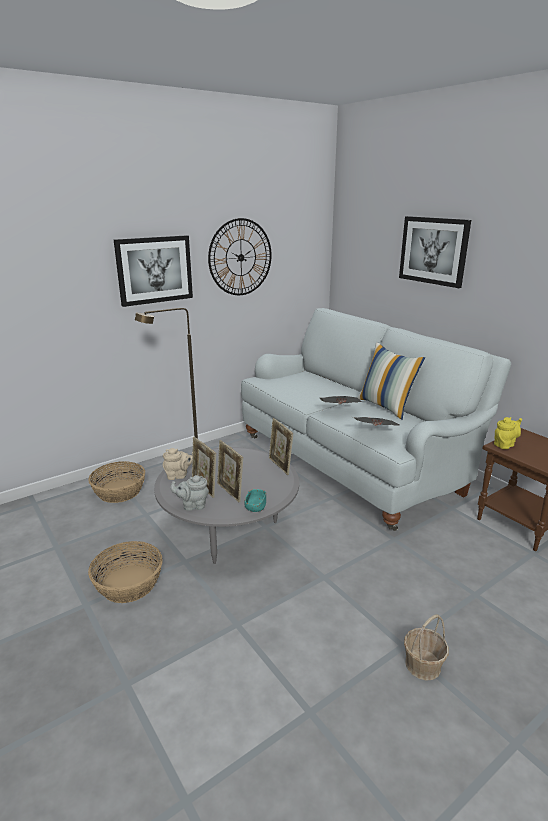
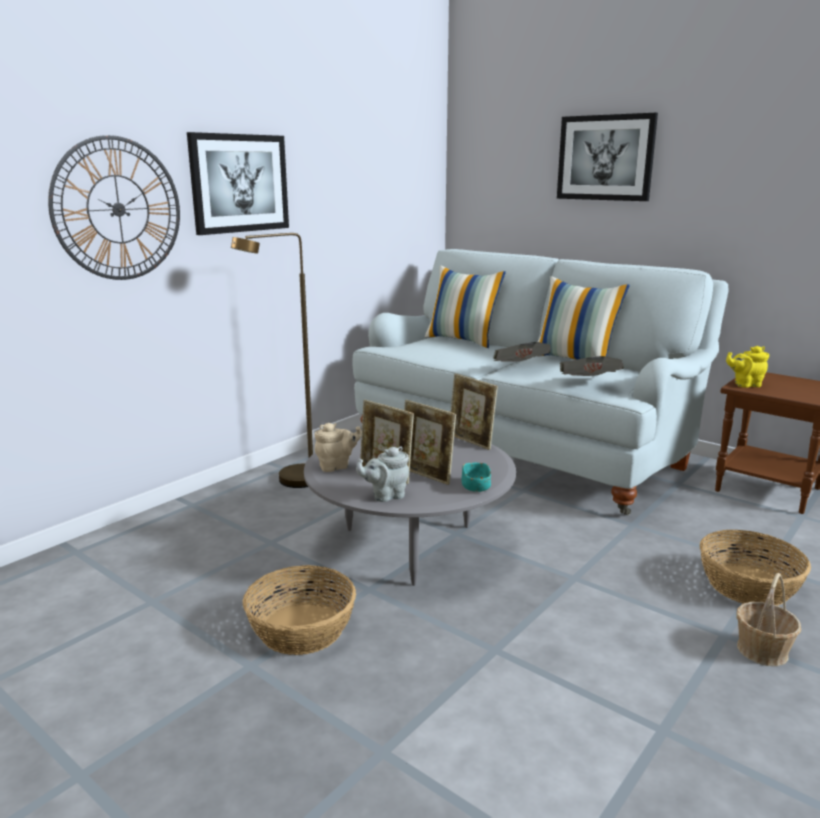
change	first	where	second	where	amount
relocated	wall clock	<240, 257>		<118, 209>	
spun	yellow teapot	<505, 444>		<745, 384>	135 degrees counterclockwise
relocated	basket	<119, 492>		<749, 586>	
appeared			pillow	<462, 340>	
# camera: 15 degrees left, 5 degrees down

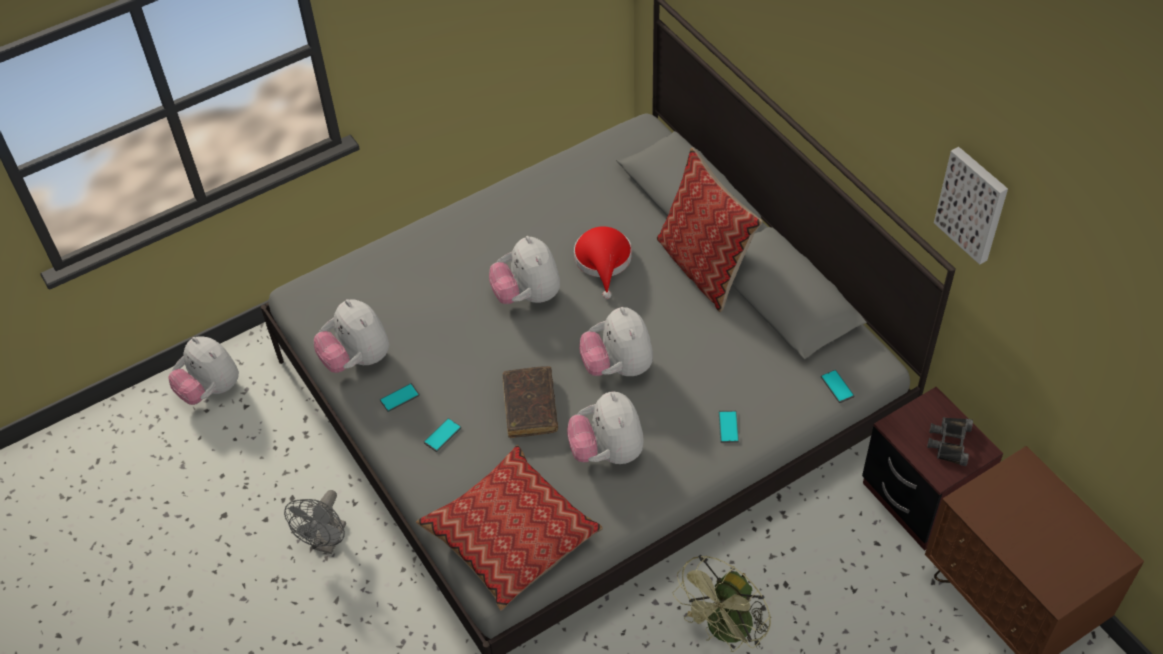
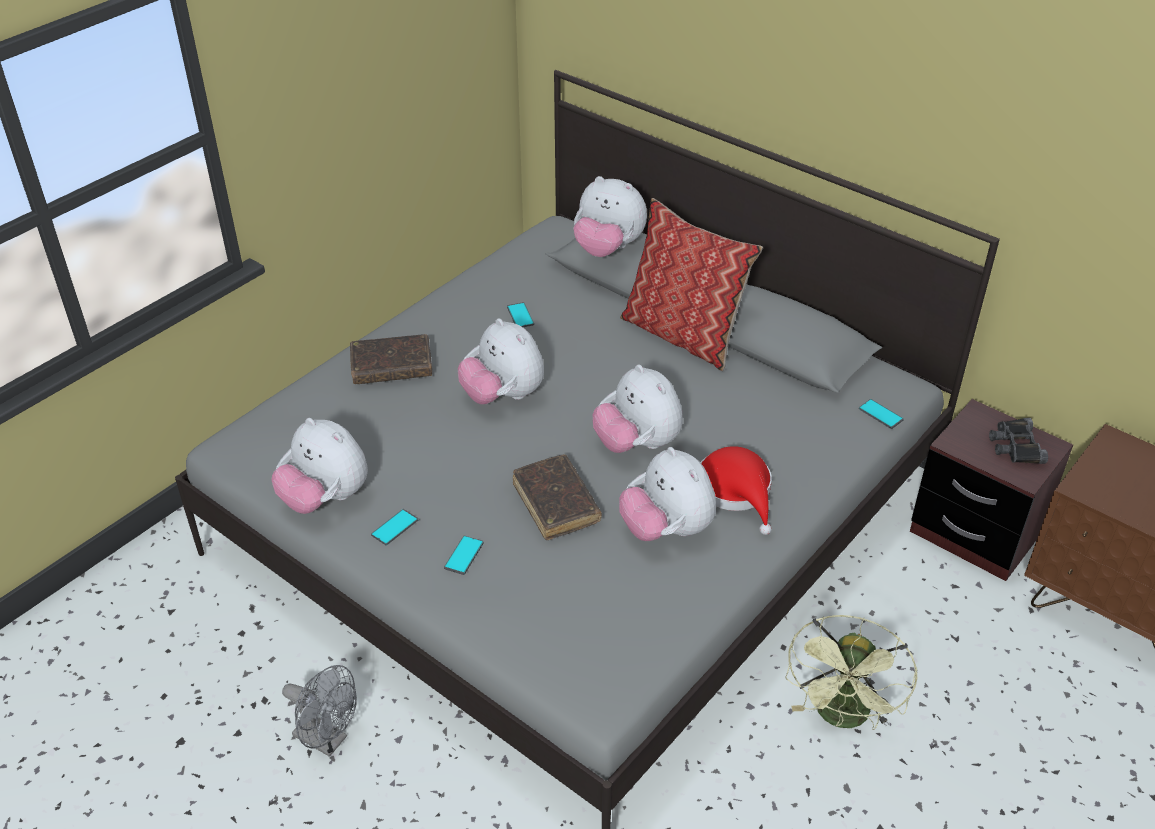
change	first	where	second	where	amount
missing	picture	<973, 204>			
relocated	red hat	<603, 261>		<736, 491>	
relocated	plush toy	<210, 390>		<608, 249>	
relocated	phone	<728, 427>		<520, 316>	
missing	pillow	<510, 535>			
spun	grey fan	<327, 542>		<327, 740>	60 degrees counterclockwise
appeared			brown book	<392, 367>	
# camera: 20 degrees left, 10 degrees down

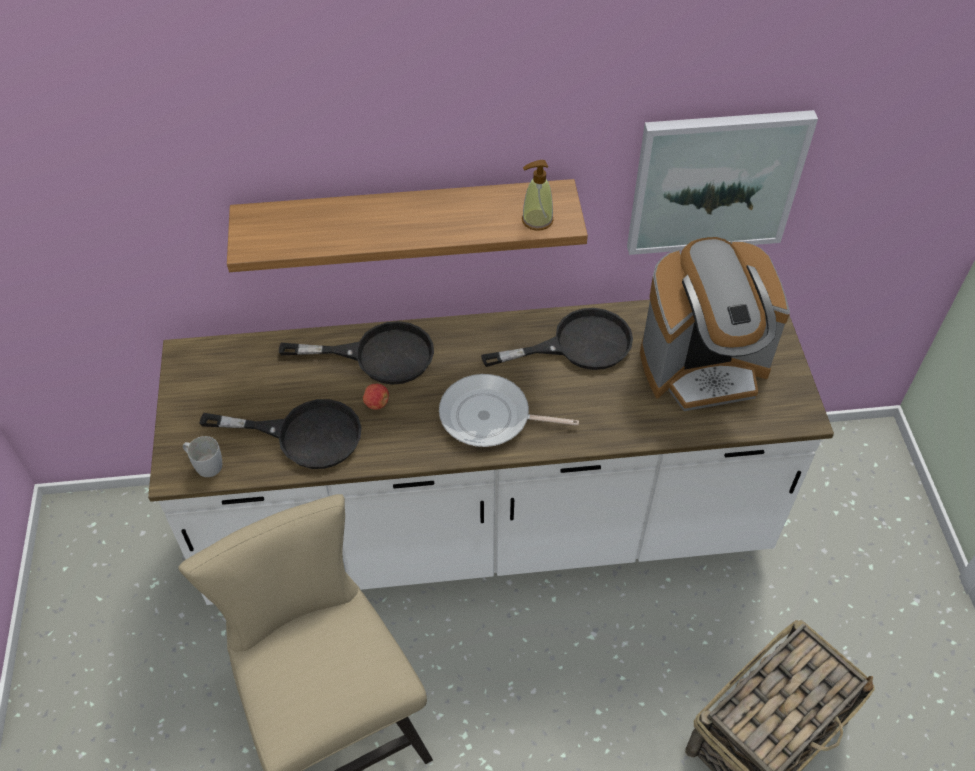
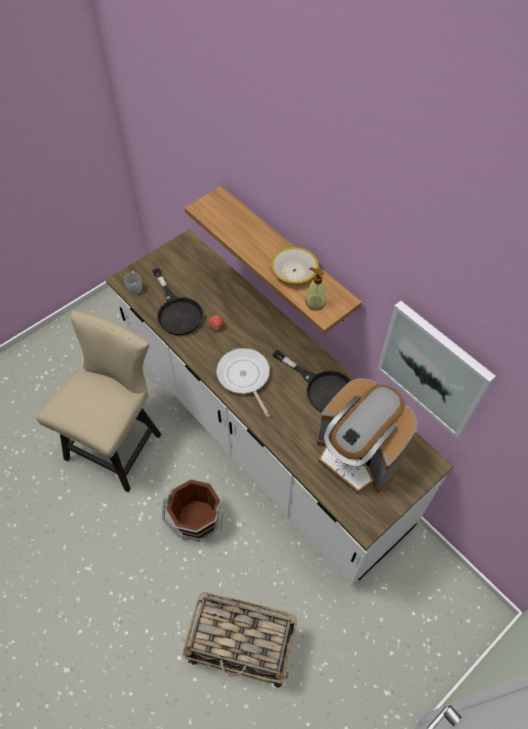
change	first	where	second	where	amount
missing	black frying pan	<379, 355>			
appeared			bowl	<294, 271>	
appeared			brown bucket	<197, 520>	
# camera: 55 degrees right, 5 degrees up

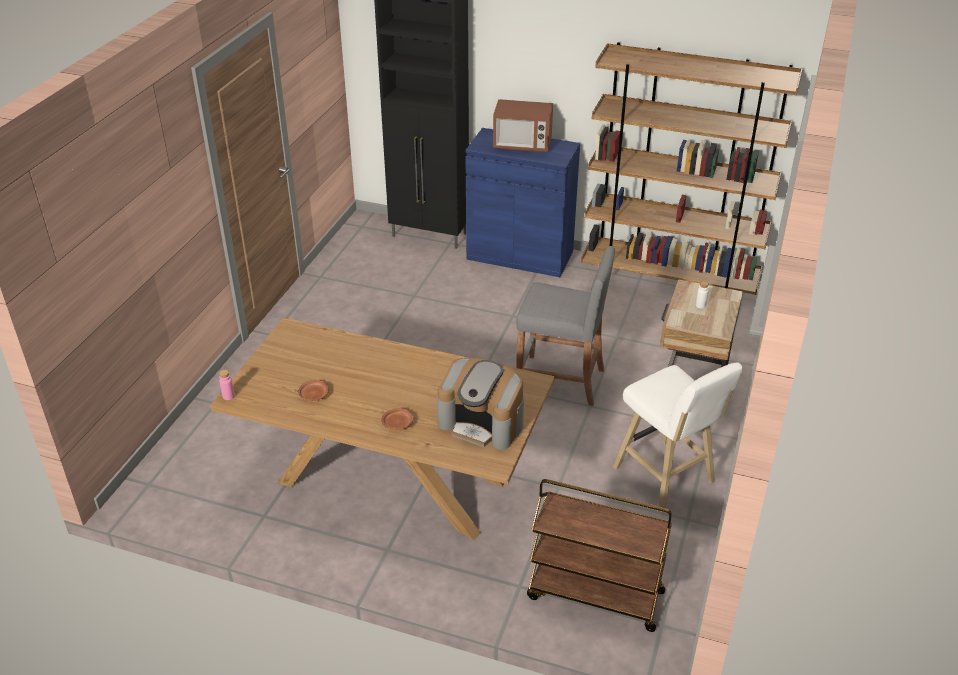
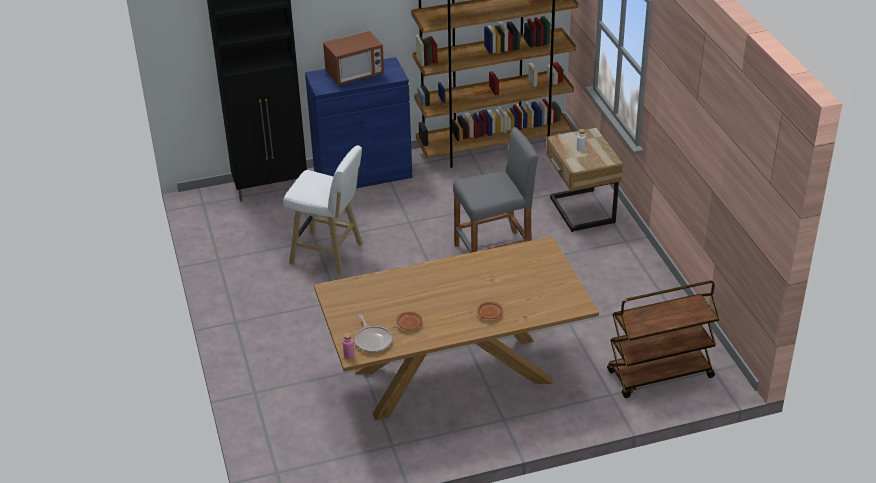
change	first	where	second	where	amount
missing	coffee machine	<482, 423>			
relocated	white stool	<666, 478>		<329, 255>	
appeared			frying pan	<373, 341>	
# camera: 35 degrees left, 0 degrees up

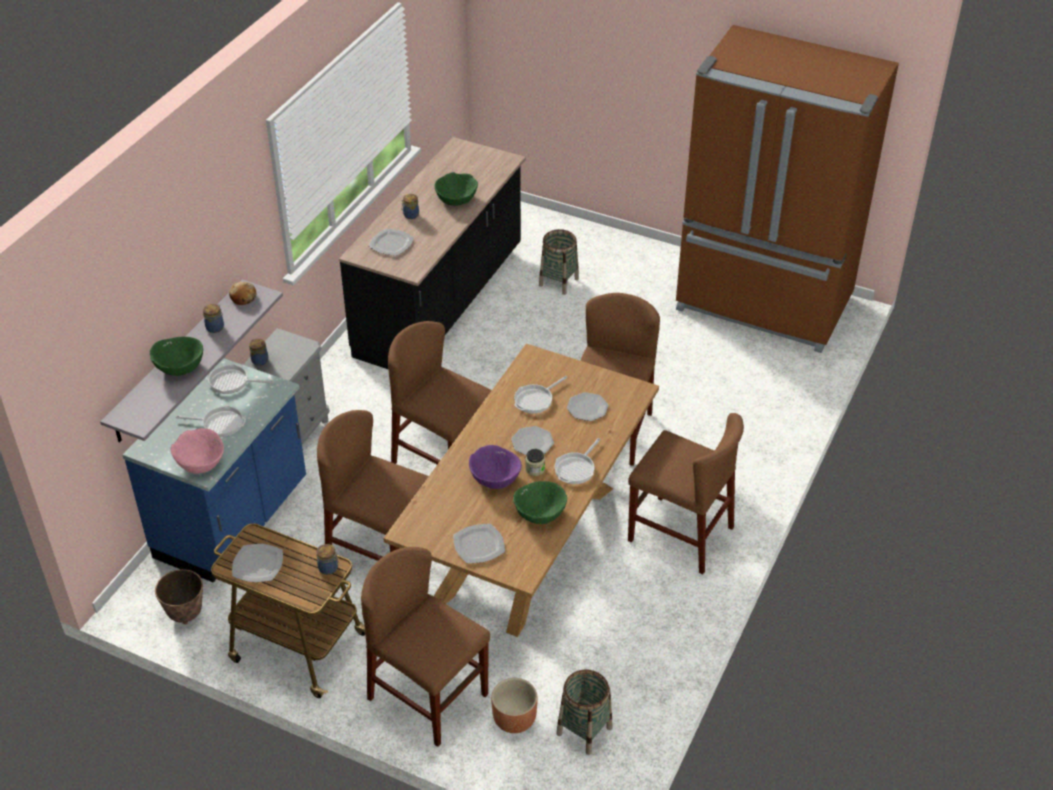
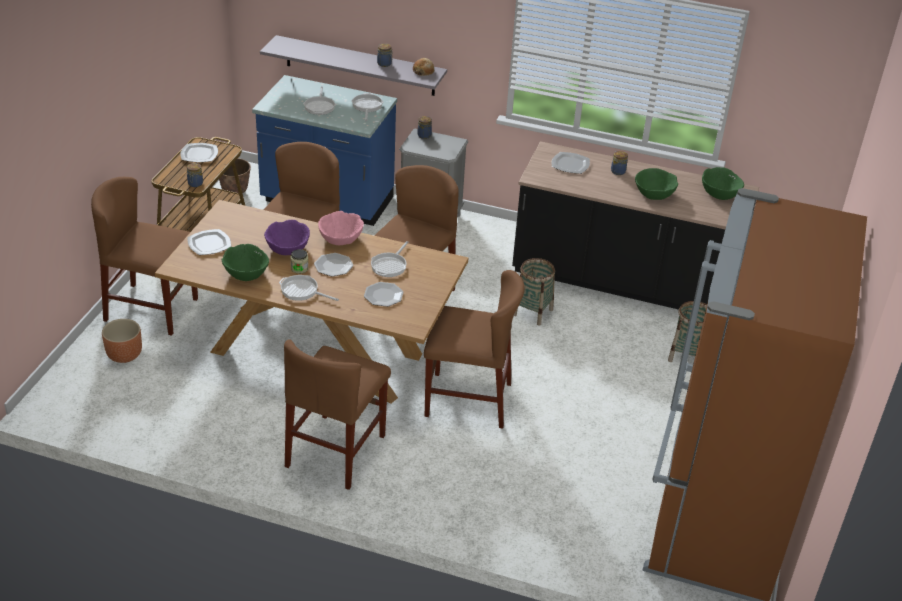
change	first	where	second	where	amount
relocated	green bowl	<179, 366>		<720, 193>	
spun	frying pan	<535, 399>		<390, 265>	105 degrees counterclockwise
relocated	pink bowl	<201, 462>		<341, 239>	
spun	brown chair	<428, 696>		<151, 309>	105 degrees counterclockwise
relocated	basket	<584, 731>		<532, 312>	
# camera: 80 degrees right, 5 degrees down

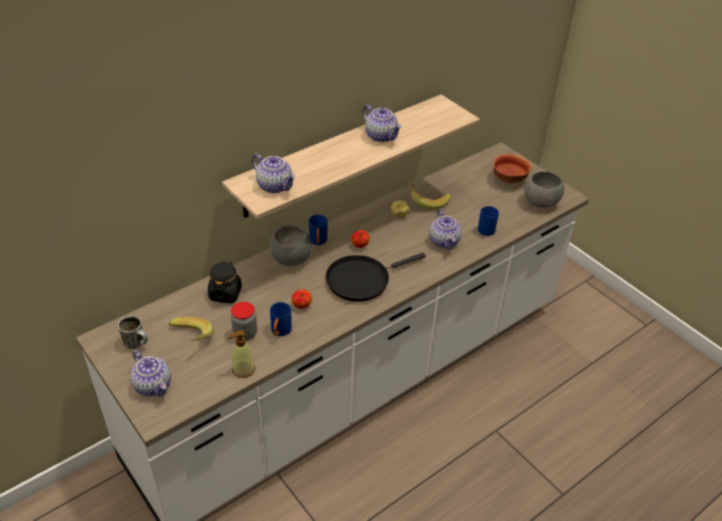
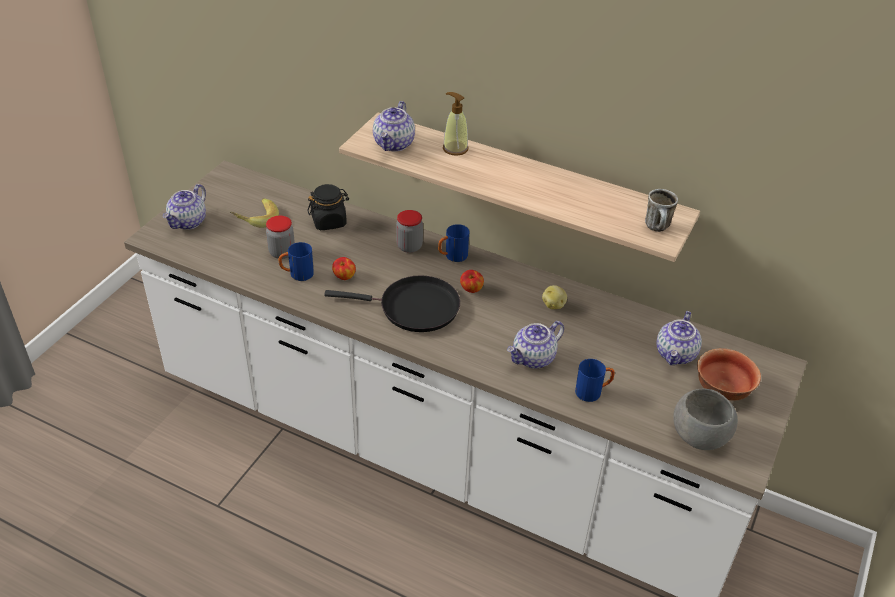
change	first	where	second	where	amount
relocated	teapot	<381, 136>		<676, 354>	
missing	banana	<427, 201>			
exchanged	grey bowl	<290, 259>	jar	<409, 246>	
spun	black frying pan	<361, 280>		<414, 308>	150 degrees clockwise
relocated	mug	<137, 343>		<658, 229>	
relocated	soap dispenser	<243, 369>		<455, 148>	
# camera: 65 degrees right, 0 degrees up

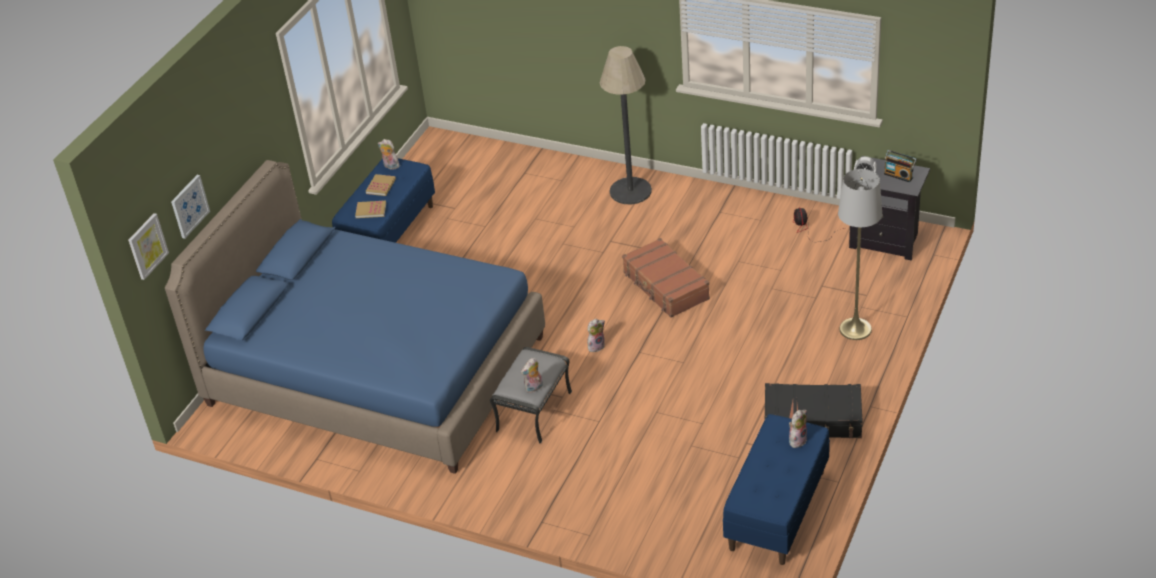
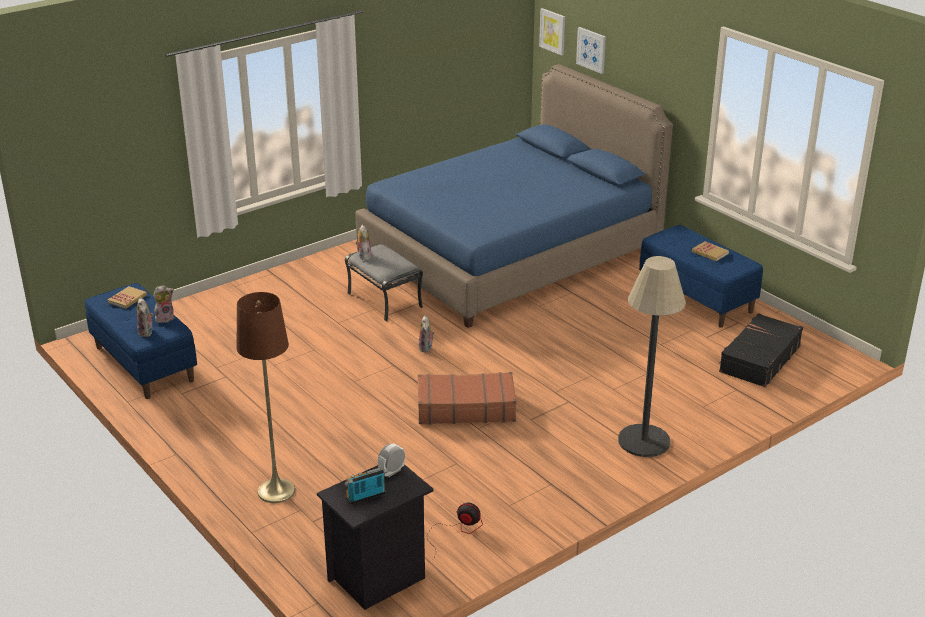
change	first	where	second	where	amount
relocated	plush toy	<390, 166>		<165, 318>	
colour	grey floor lamp	<855, 329>	brown floor lamp	<276, 491>	
relocated	book	<371, 210>		<127, 299>	
relocated	black suitcase	<813, 420>		<759, 359>	
# camera: 115 degrees right, 10 degrees down

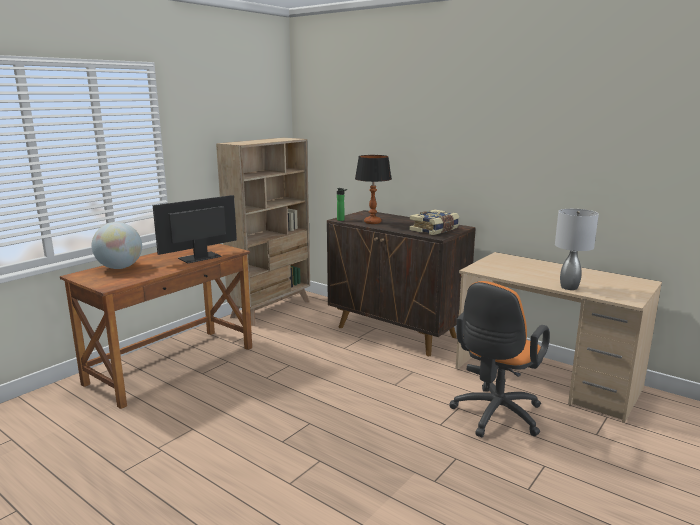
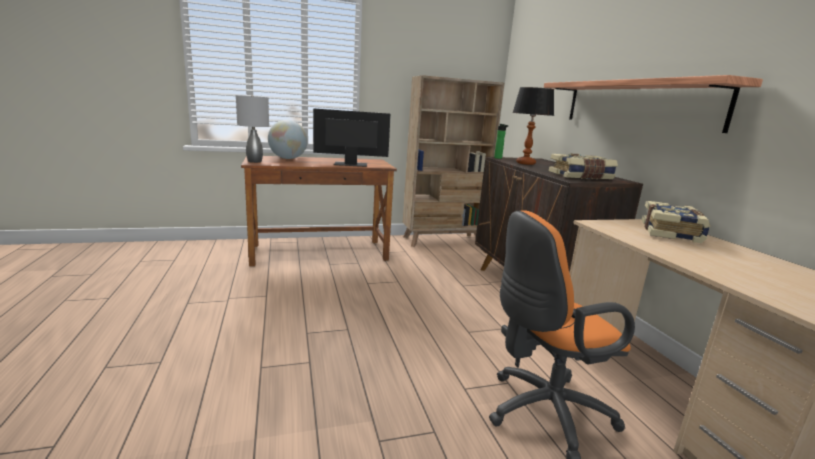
change	first	where	second	where	amount
relocated	grey table lamp	<568, 287>		<255, 161>	
appeared			shelf	<636, 104>	
appeared			book	<671, 233>	
# camera: 35 degrees right, 0 degrees up

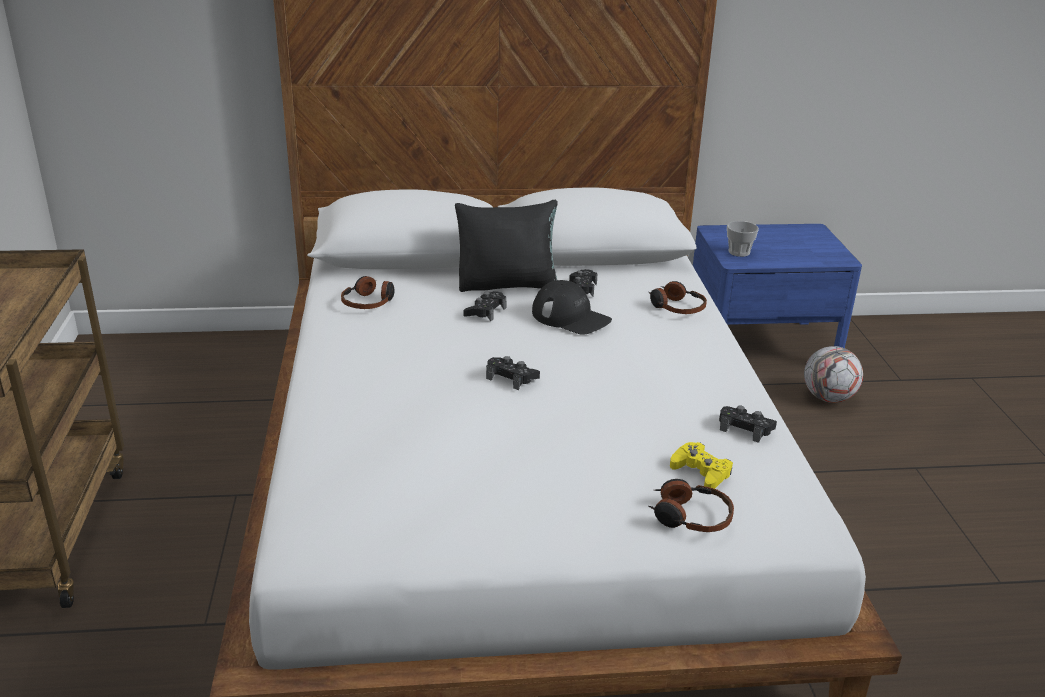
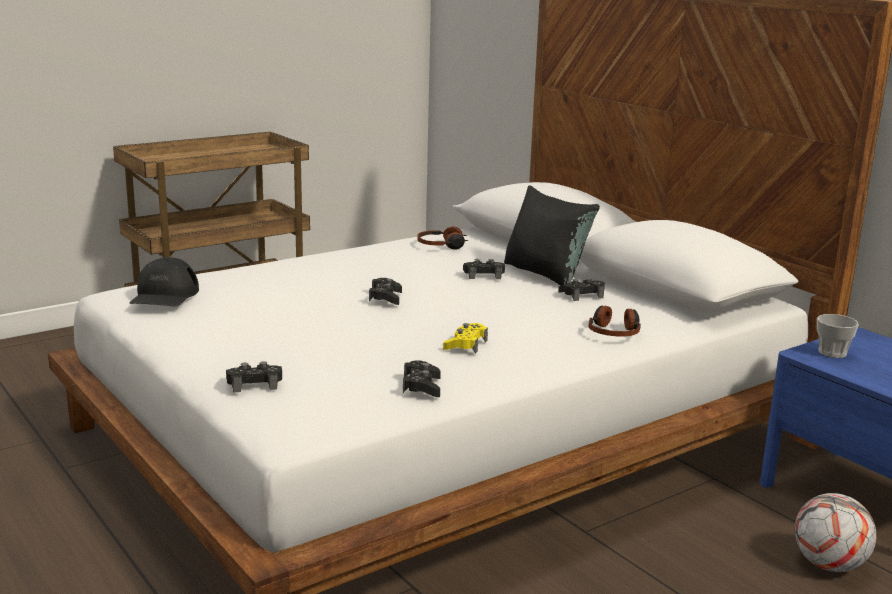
change	first	where	second	where	amount
relocated	black cap	<571, 317>		<164, 295>	
relocated	yellow game controller	<701, 472>		<465, 345>	
exchanged	headphones	<690, 517>	black game controller	<254, 384>	
# camera: 60 degrees right, 10 degrees down

